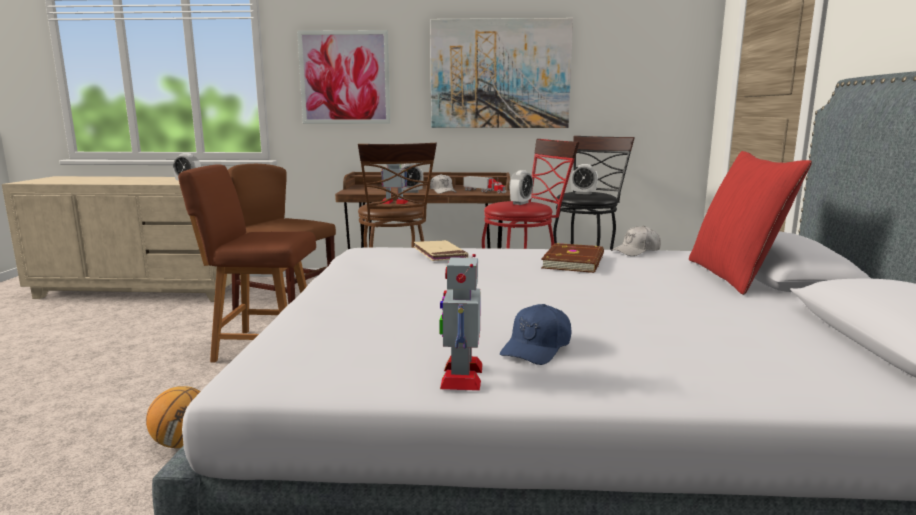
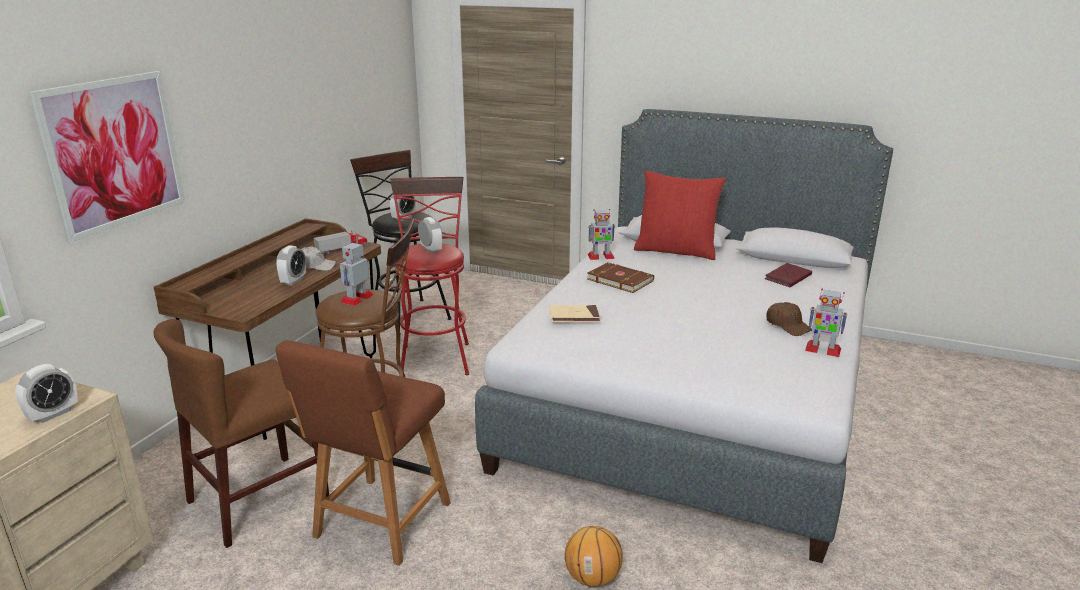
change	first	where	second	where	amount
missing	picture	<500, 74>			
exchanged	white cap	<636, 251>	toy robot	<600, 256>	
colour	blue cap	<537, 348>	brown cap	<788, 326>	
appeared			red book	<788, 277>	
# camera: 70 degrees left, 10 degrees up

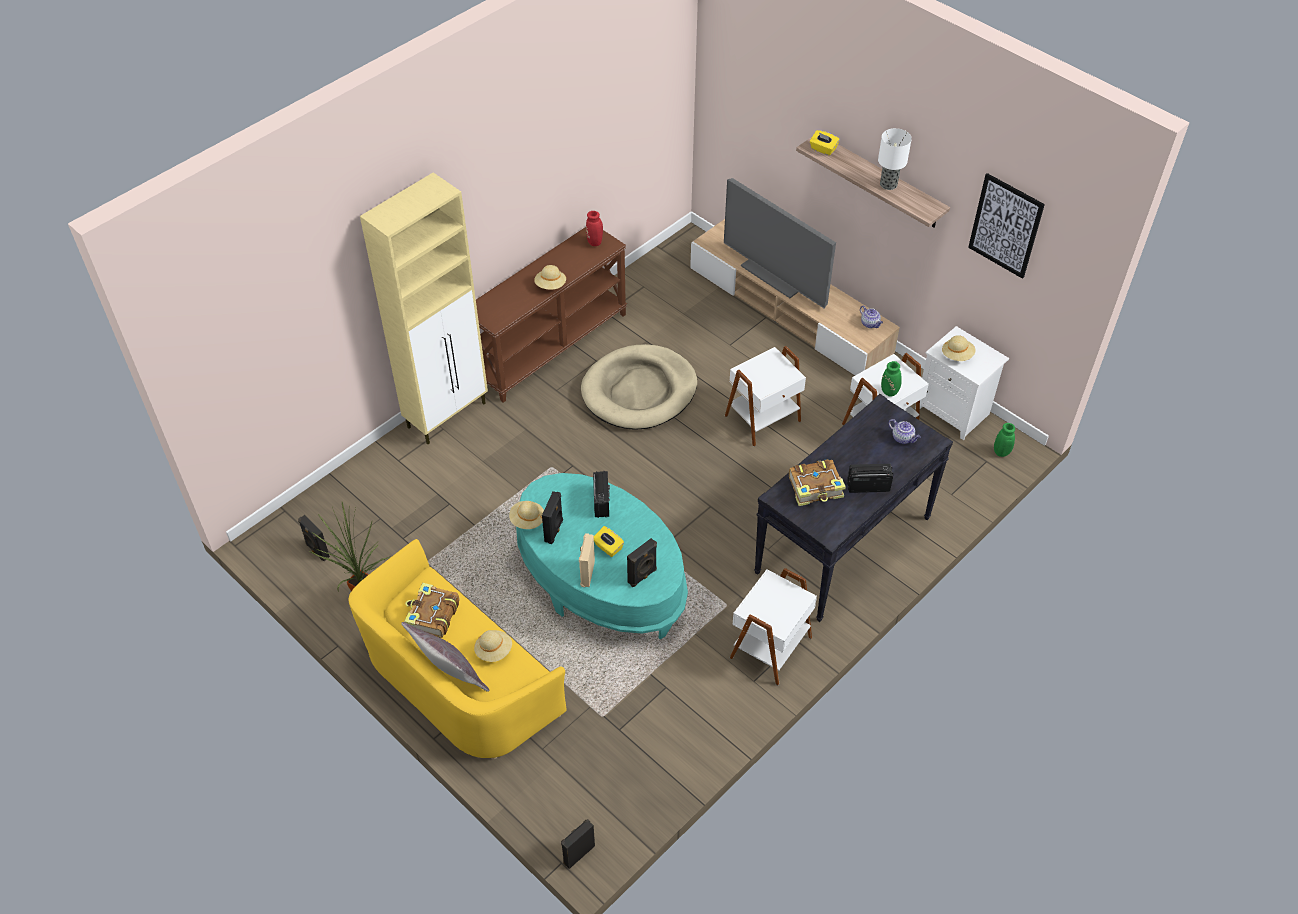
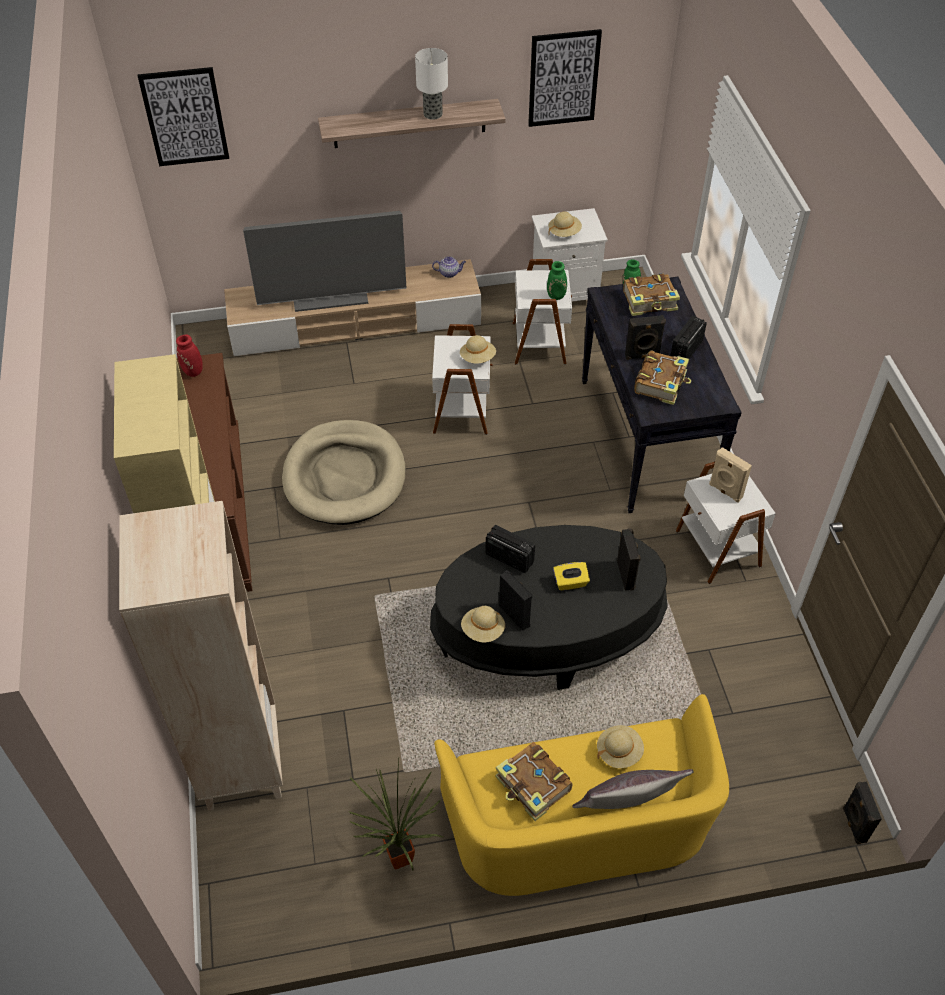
change	first	where	second	where	amount
missing	yellow tissue box	<823, 149>			
relocated	beige hat	<550, 285>		<478, 358>	
exchanged	teapot	<903, 438>	book	<650, 301>	
colour	turquoise coffee table	<601, 579>	black coffee table	<547, 631>	
relocated	black speaker	<317, 551>		<642, 356>	
relocated	beige speaker	<587, 573>		<725, 491>	
appeared			picture	<185, 117>	
appeared			beige bookcase	<241, 763>	
# camera: 55 degrees left, 0 degrees up

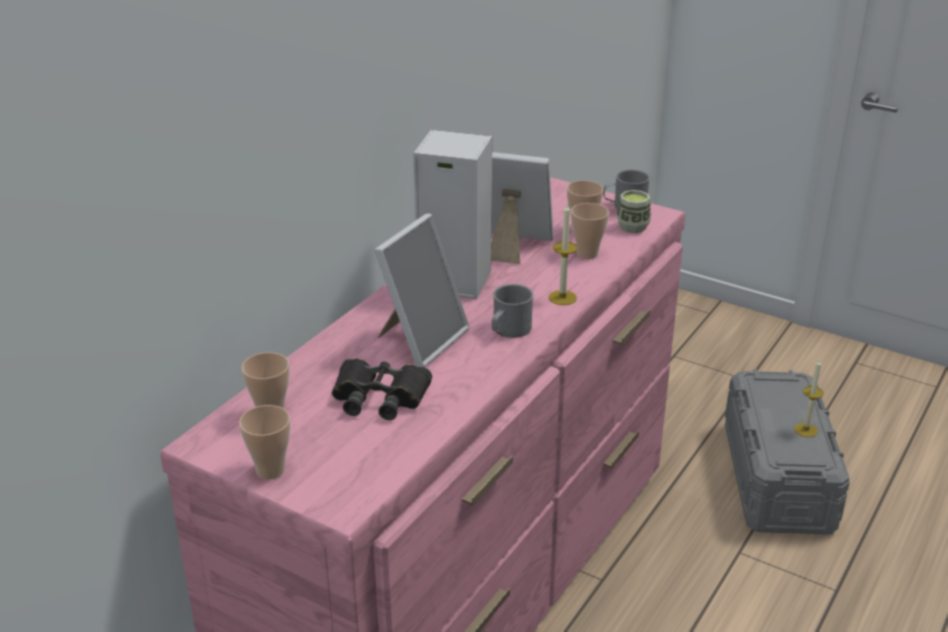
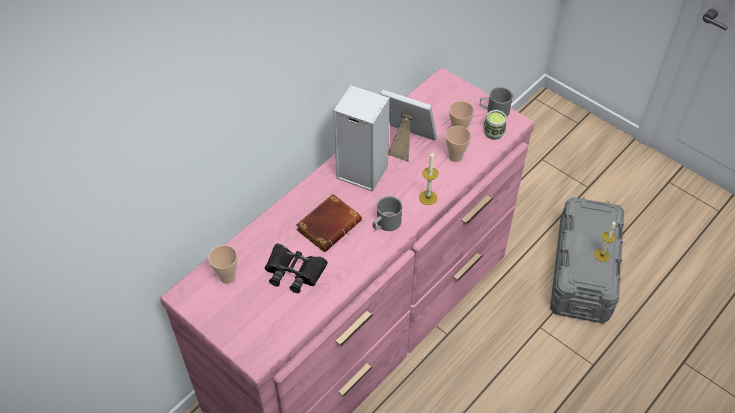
change	first	where	second	where	amount
exchanged	picture frame	<420, 340>	brown book	<329, 224>	
missing	cup	<270, 470>			
# camera: 10 degrees right, 20 degrees up

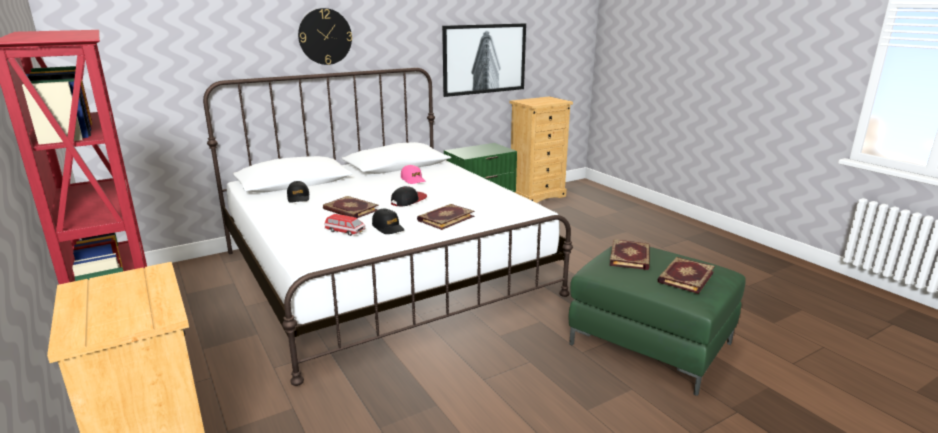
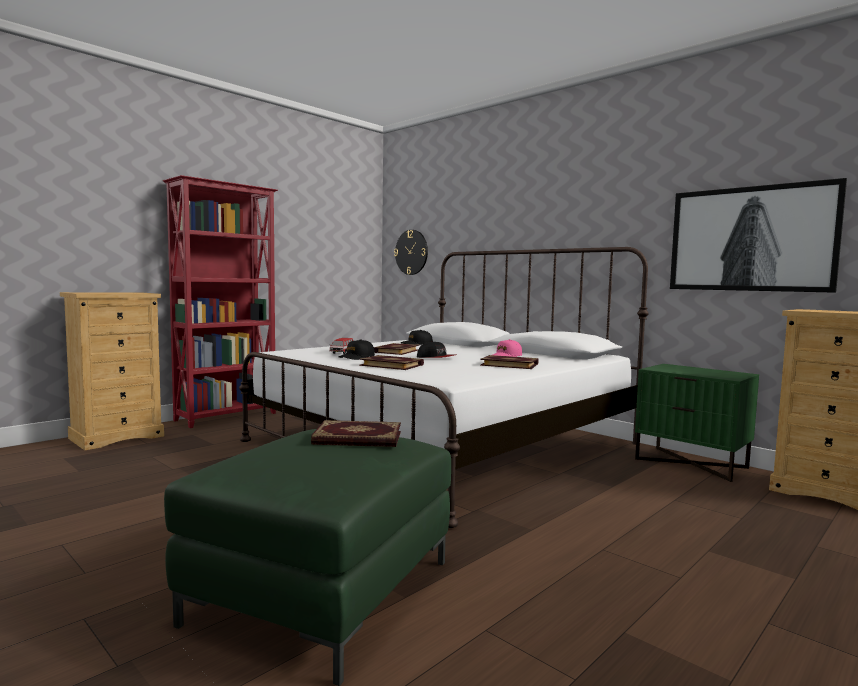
change	first	where	second	where	amount
relocated	wall clock	<325, 36>		<411, 252>	
relocated	book	<684, 277>		<509, 364>	
# camera: 75 degrees right, 15 degrees down

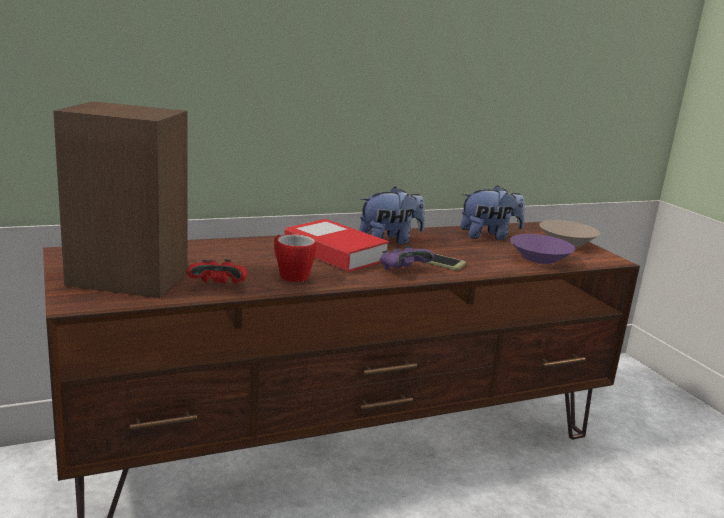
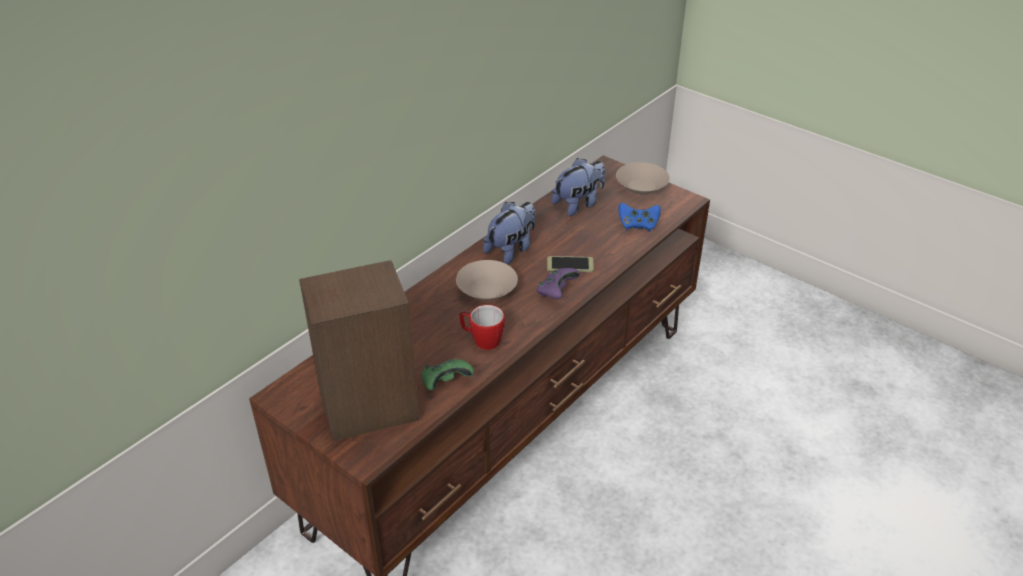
change	first	where	second	where	amount
exchanged	book	<335, 253>	beige bowl	<486, 291>	
exchanged	purple bowl	<539, 259>	blue game controller	<638, 225>	
colour	red game controller	<219, 286>	green game controller	<446, 382>	
# camera: 25 degrees left, 20 degrees up

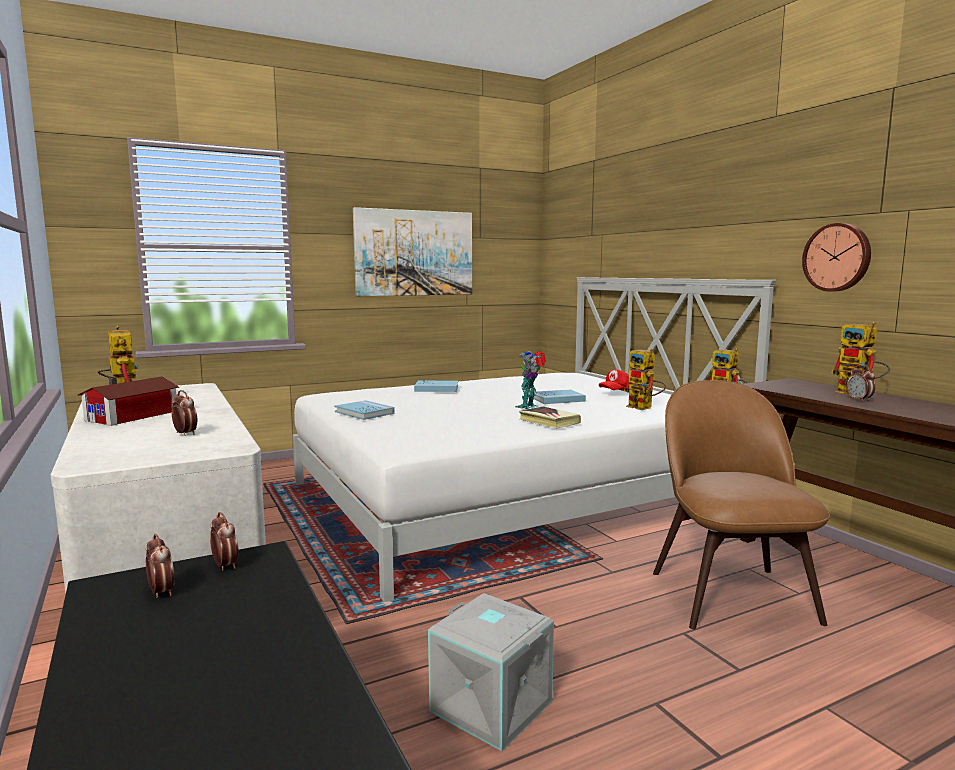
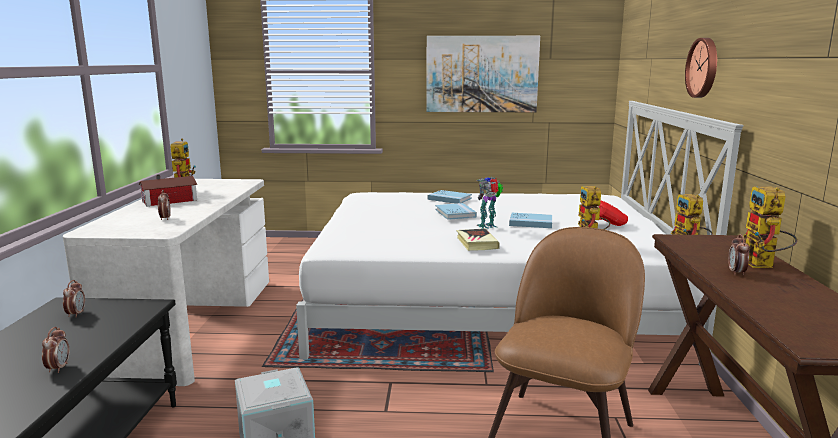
change	first	where	second	where	amount
relocated	wall clock	<837, 257>		<704, 68>	
relocated	blue book	<364, 412>		<455, 213>	
relocated	alarm clock	<225, 566>		<58, 368>	
# camera: 30 degrees right, 5 degrees up

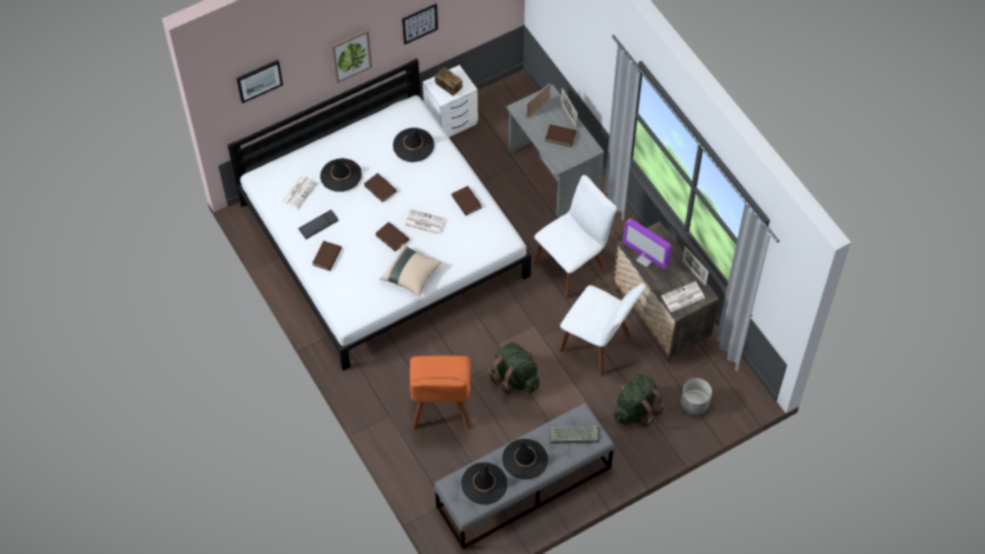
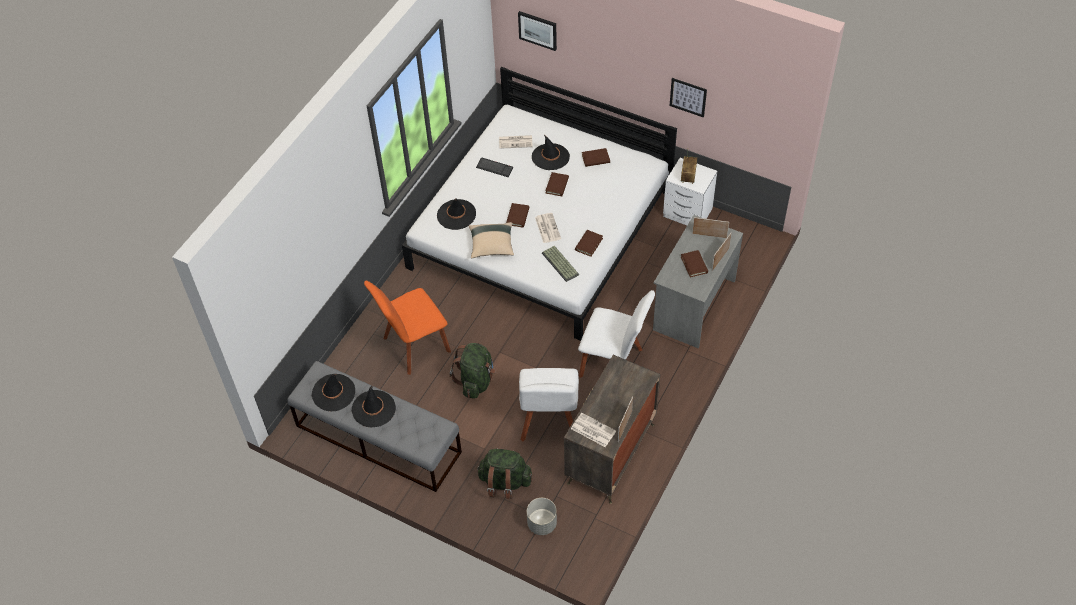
change	first	where	second	where	amount
missing	picture	<351, 55>			
relocated	black hat	<413, 145>		<456, 215>	
missing	monitor	<645, 259>			
relocated	brown book	<327, 257>		<595, 159>	
relocated	keyboard	<574, 434>		<561, 264>	
# camera: 60 degrees right, 5 degrees down

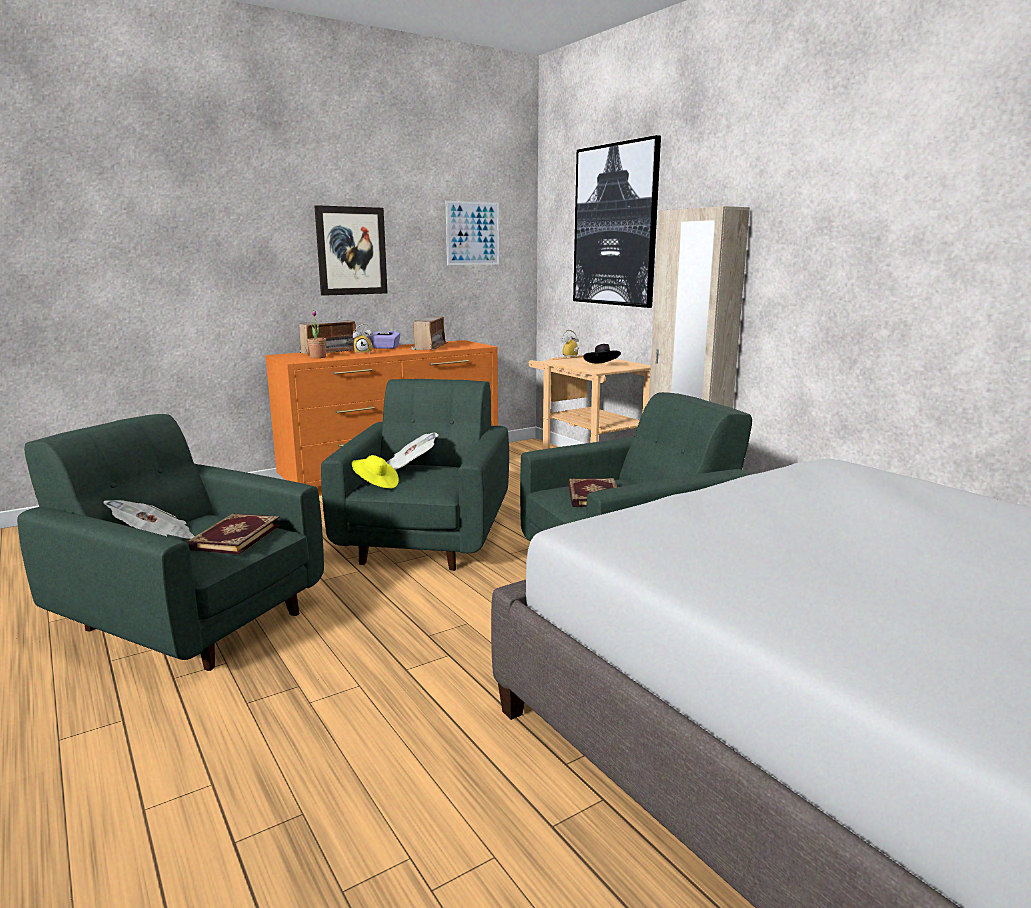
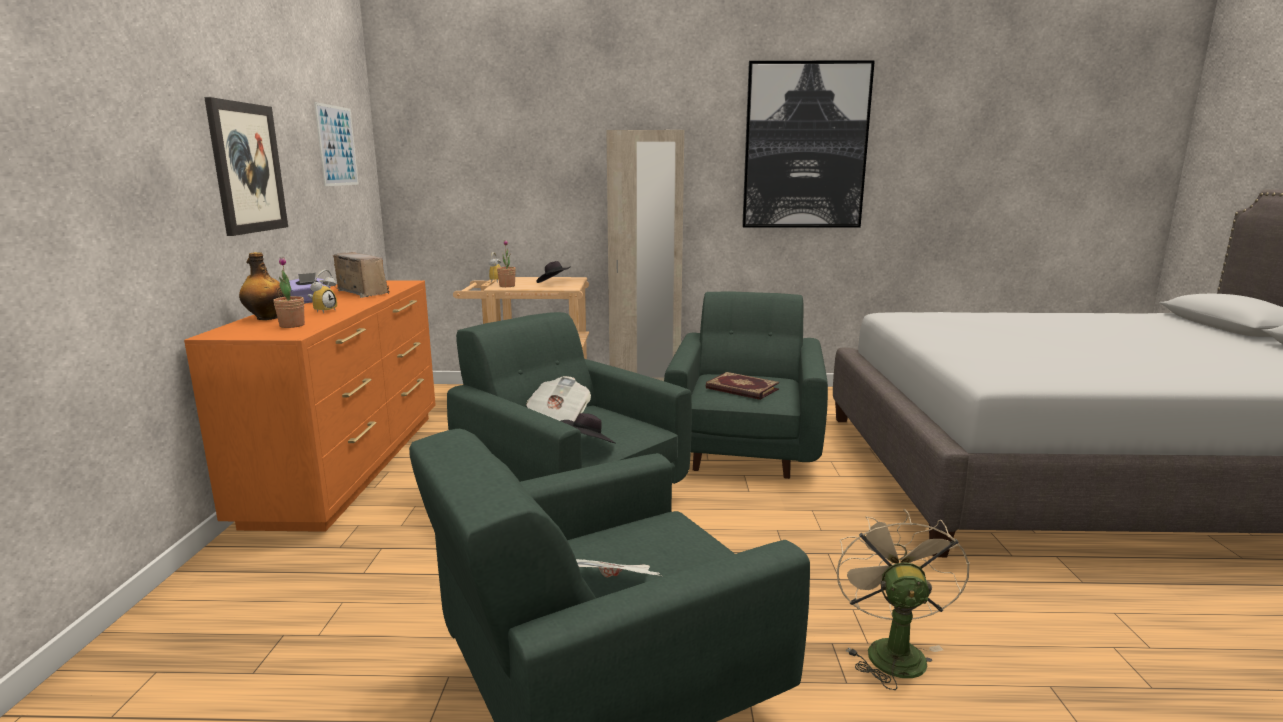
change	first	where	second	where	amount
relocated	picture	<615, 226>		<805, 146>	
exchanged	radio	<329, 352>	bottle	<266, 318>	
colour	yellow hat	<375, 484>	black hat	<587, 446>	
missing	book	<234, 537>			
appeared			potted plant	<507, 286>	
appeared			beige fan	<890, 650>	
# camera: 55 degrees left, 0 degrees up

